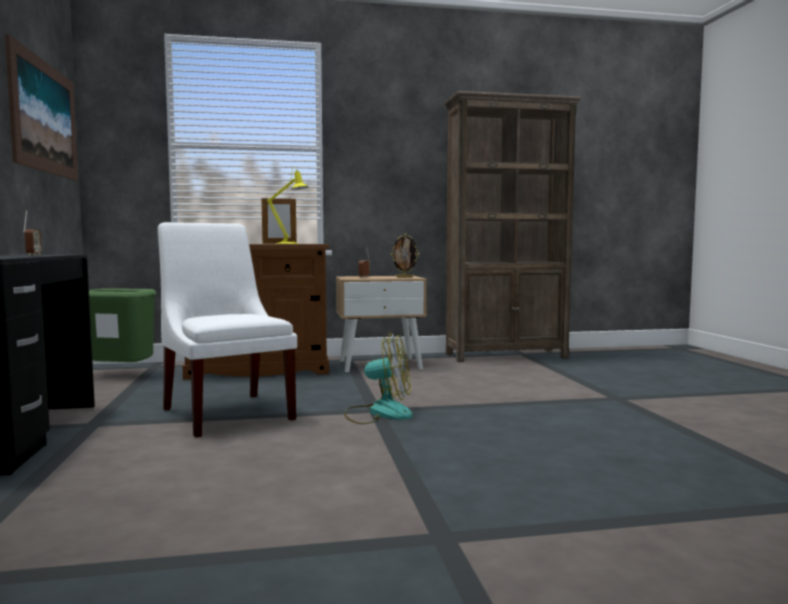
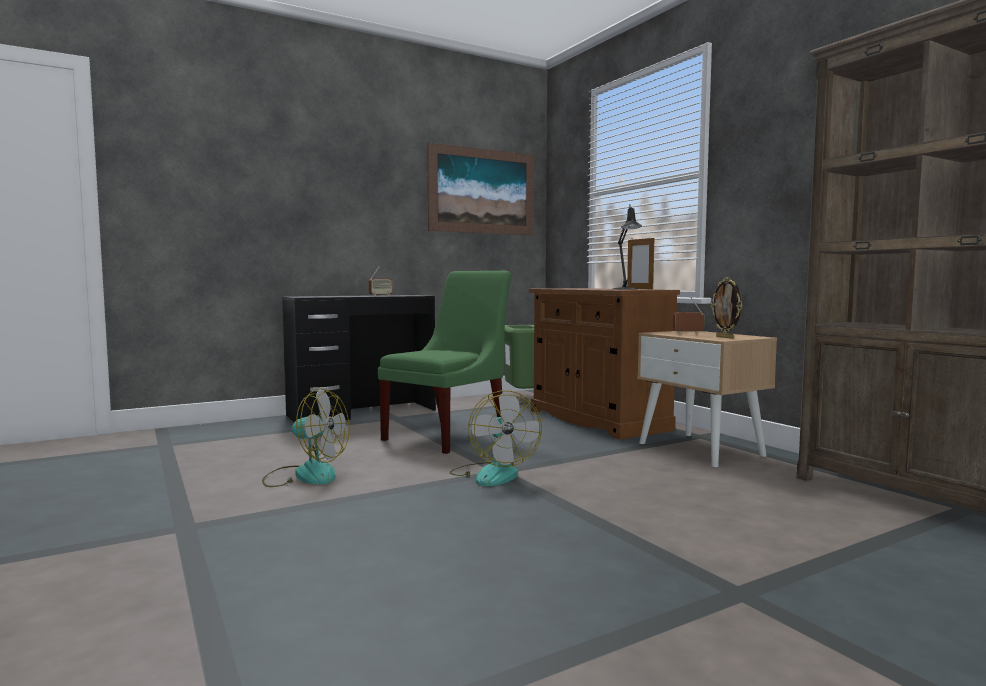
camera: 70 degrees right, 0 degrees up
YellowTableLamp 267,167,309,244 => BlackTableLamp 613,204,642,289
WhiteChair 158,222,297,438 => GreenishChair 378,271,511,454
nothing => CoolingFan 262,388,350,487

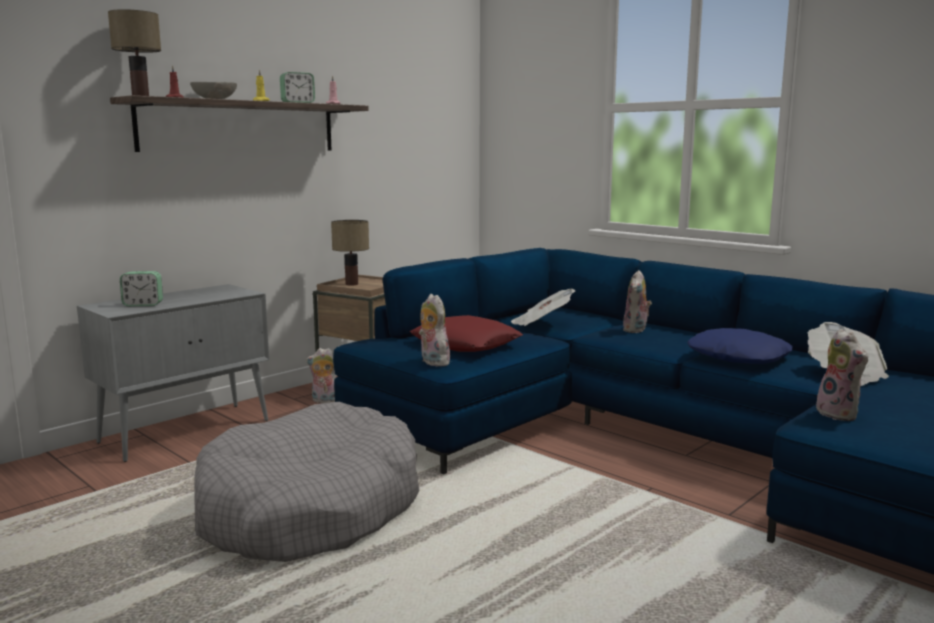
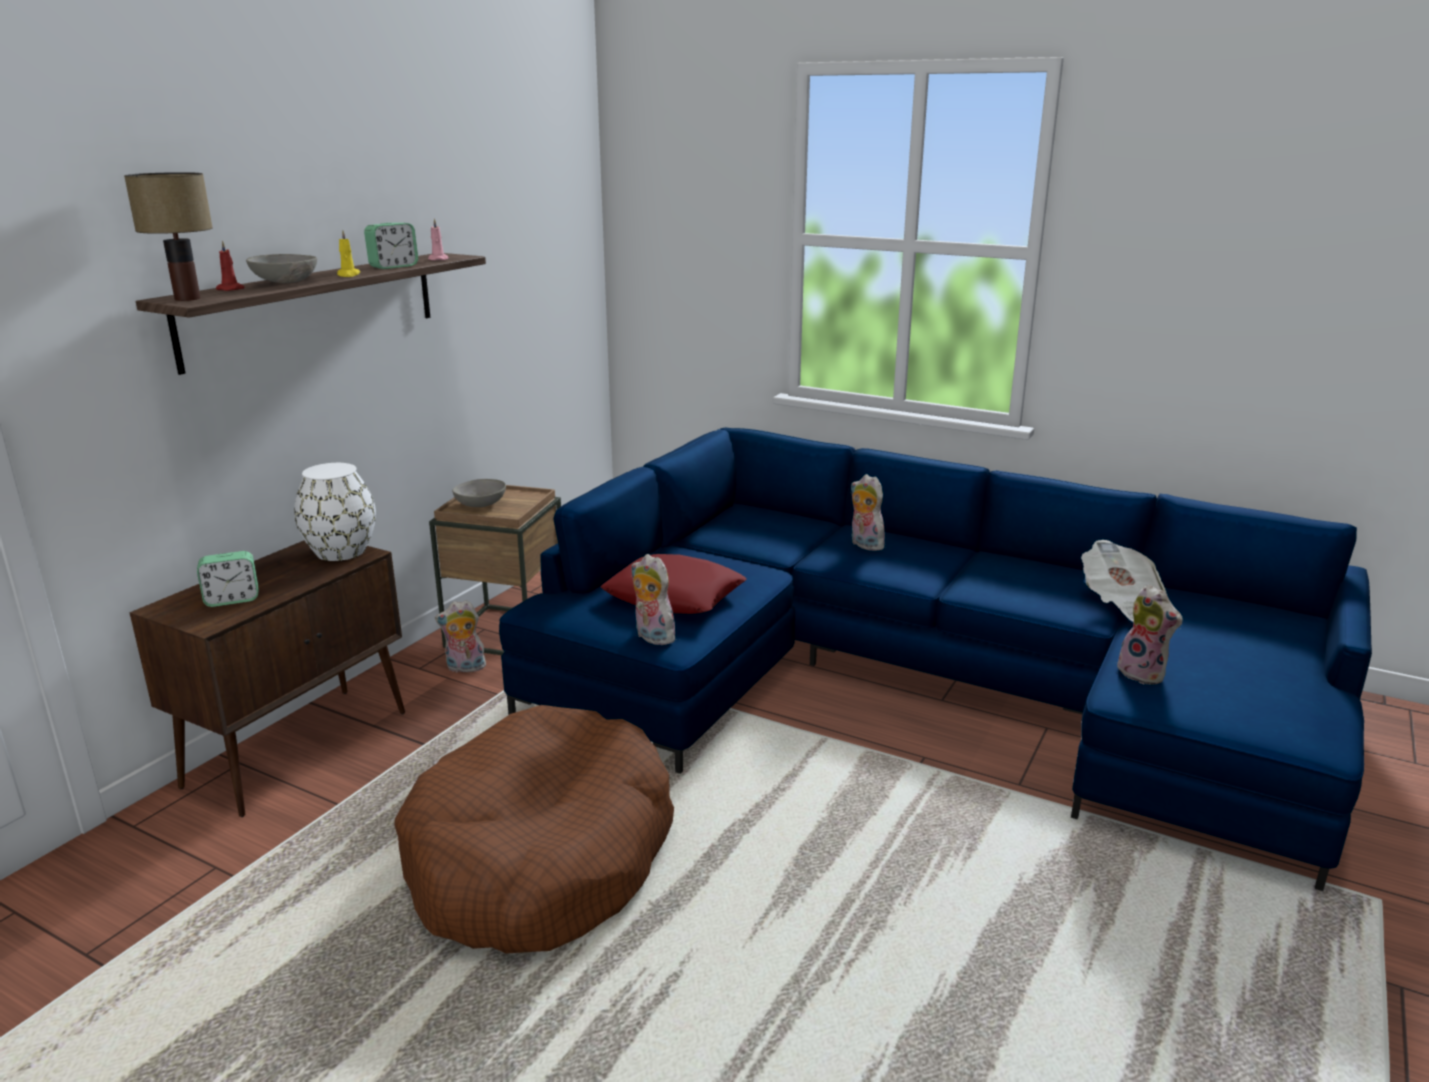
camera: 15 degrees left, 10 degrees up
TableLamp 331,220,369,286 => GreyishServingBowl 452,479,506,507
SoftToy 623,270,652,333 => SoftToy 850,474,885,551, 135 degrees clockwise
GreyishCabinet 77,284,269,462 => BrownCabinet 130,540,405,817
PrintedPaper 511,289,575,326 => nothing
BlueColouredPillow 687,328,793,364 => nothing
GreyishDogCushion 194,402,420,562 => BrownDogCushion 394,705,674,954
nothing => WhiteVase 294,463,376,561

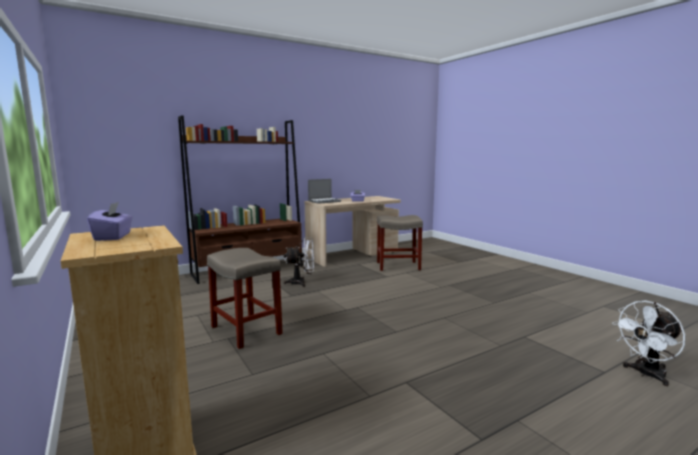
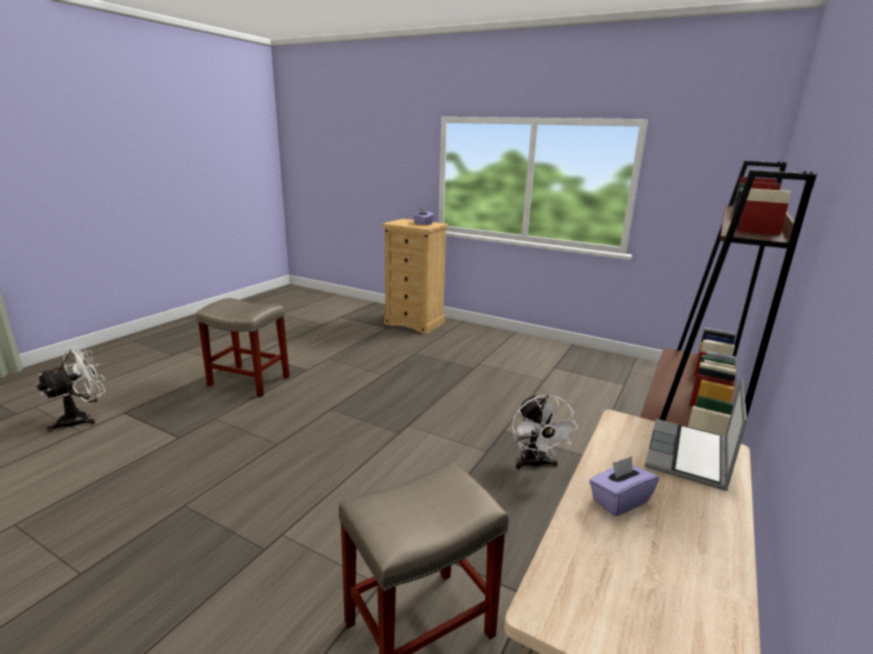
camera: 150 degrees right, 10 degrees up
WhiteCoolingFan 283,238,314,287 => WhiteCoolingFan 512,394,578,470, 60 degrees counterclockwise
SandColouredStoolSeat 207,248,283,349 => SandColouredStoolSeat 196,298,290,397, relocated

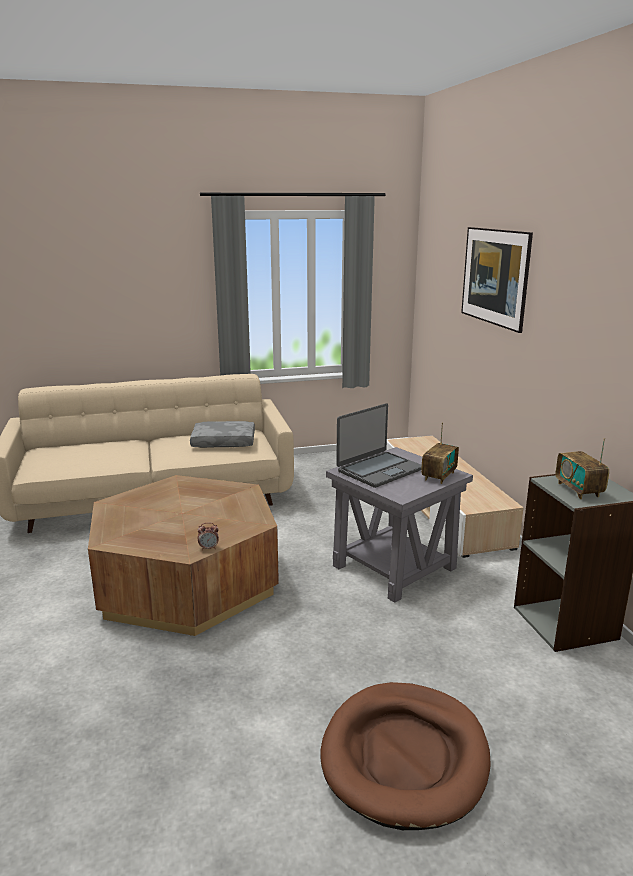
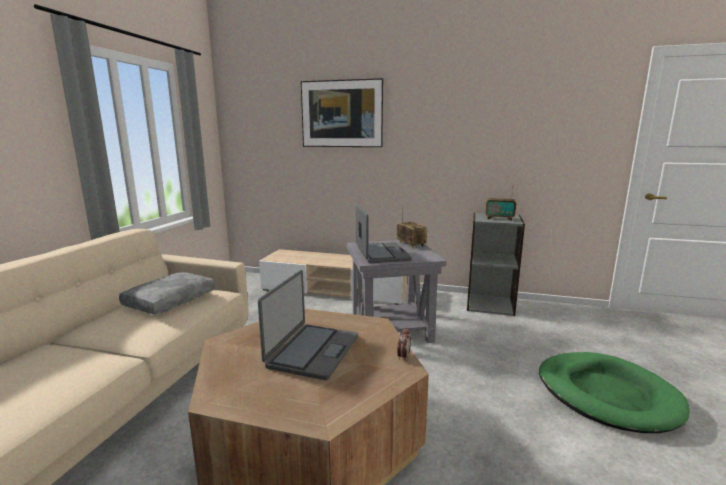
camera: 60 degrees left, 5 degrees down
BrownDogCushion 320,682,491,830 => GreenishDogCushion 539,352,690,433
nothing => Laptop 258,270,358,380

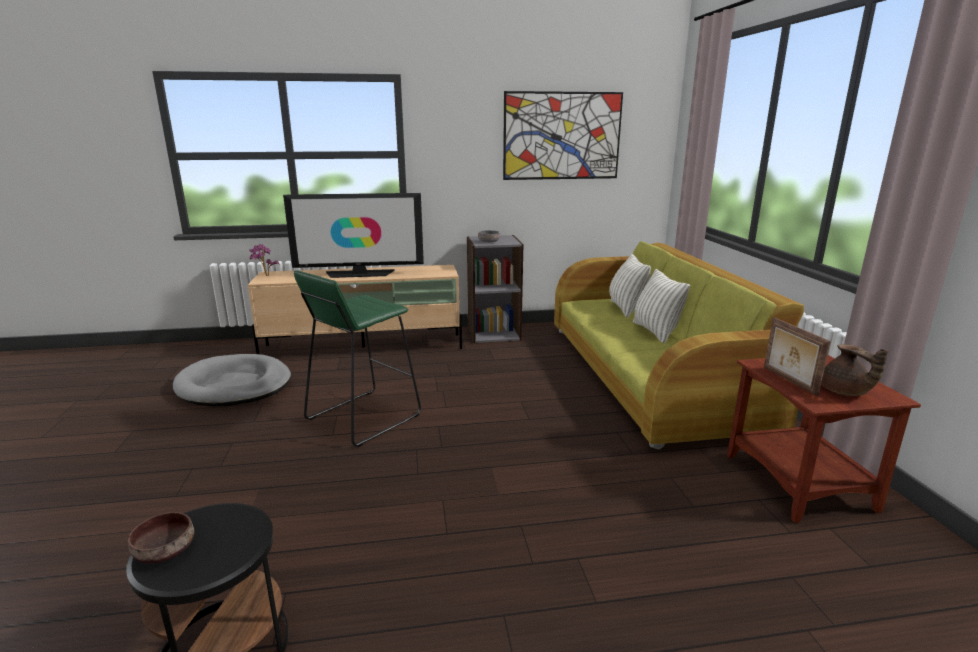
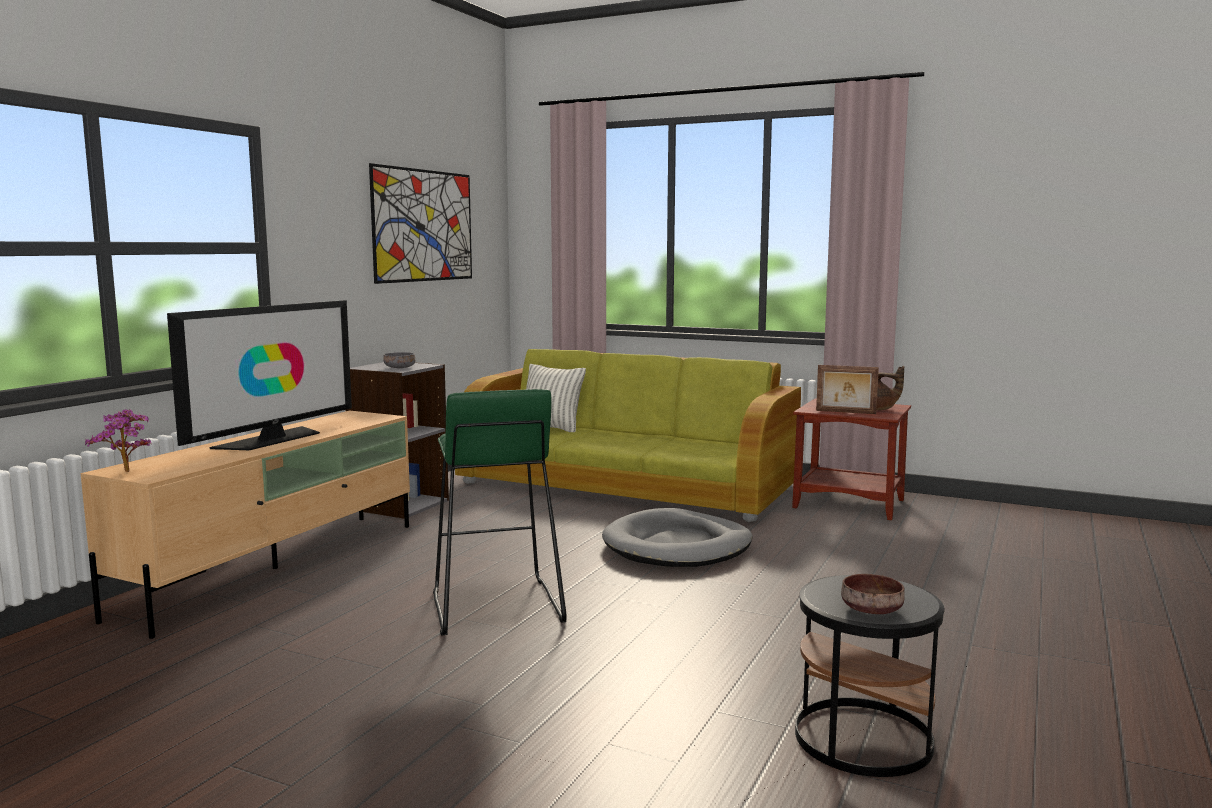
camera: 55 degrees left, 10 degrees down
Pillow 633,269,690,343 => nothing
GreyishDogCushion 173,354,291,406 => GreyishDogCushion 602,508,752,567, relocated

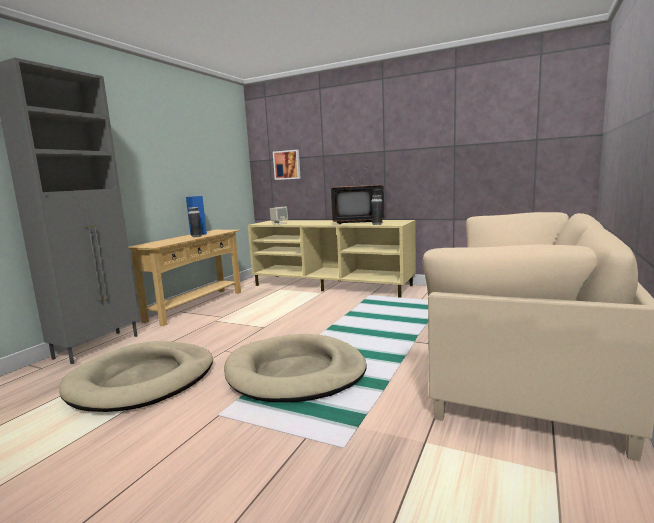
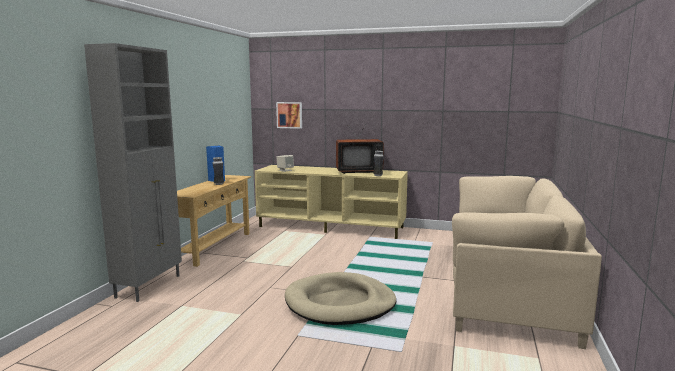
camera: 10 degrees left, 0 degrees up
SandColouredDogCushion 59,341,213,412 => nothing

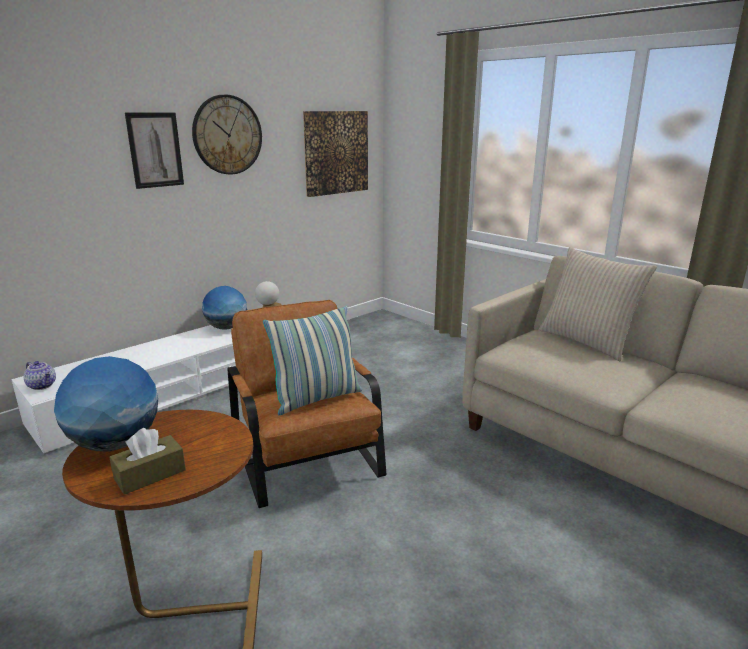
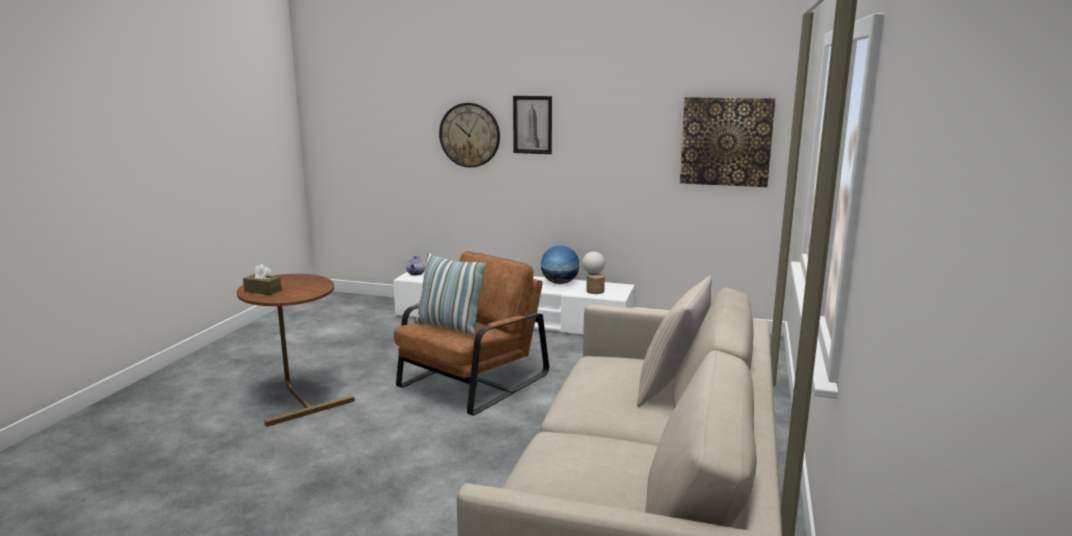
camera: 60 degrees right, 5 degrees down
HangingClock 192,95,262,175 => HangingClock 439,103,500,168, relocated
WorldGlobe 54,356,158,451 => nothing

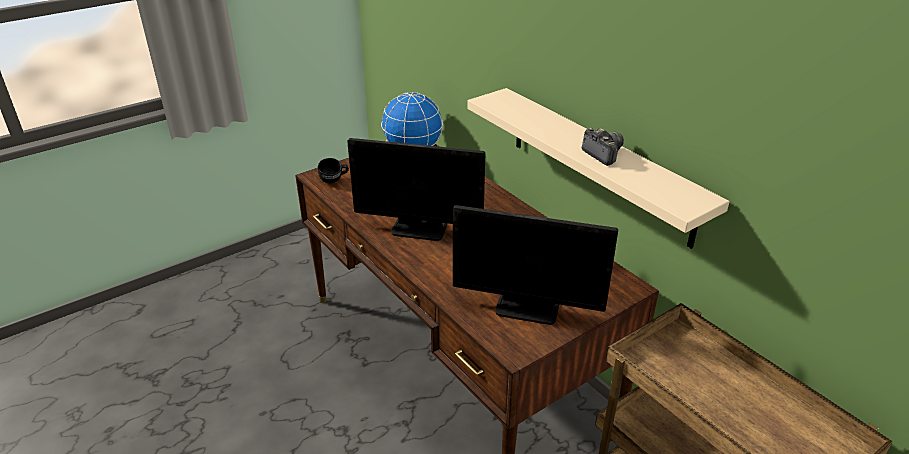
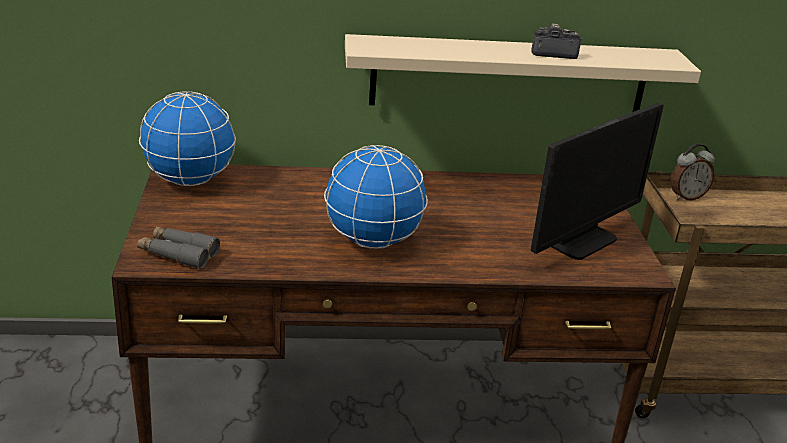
camera: 60 degrees left, 5 degrees down
ComputerScreen 347,138,485,241 => WorldGlobe 324,145,428,249
BlackMug 318,158,349,183 => GreyishBinoculars 137,226,220,269
nothing => BedsideClock 671,144,715,200

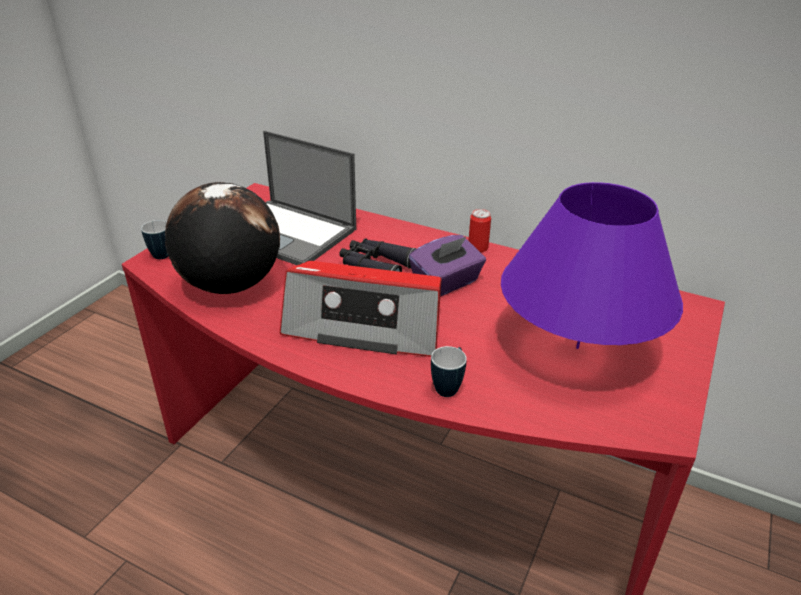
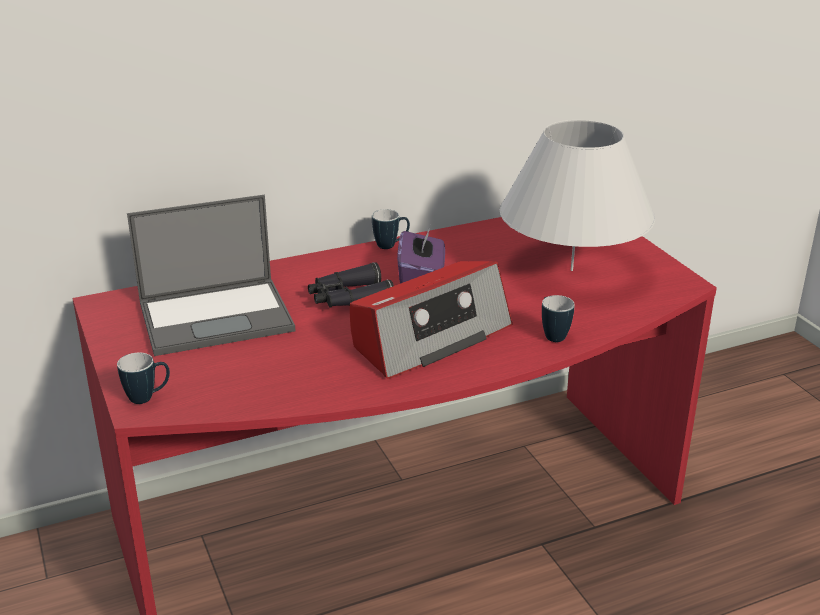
camera: 50 degrees left, 5 degrees down
WorldGlobe 165,182,280,294 => nothing
PurplishTableLamp 501,182,683,349 => WhiteTableLamp 500,120,655,271
MetalCan 468,209,491,252 => Mug 372,209,410,249

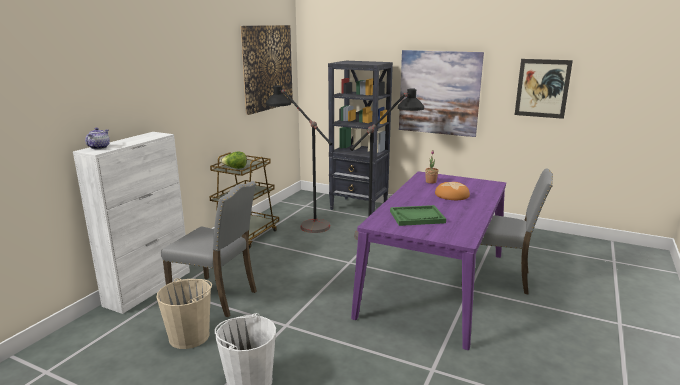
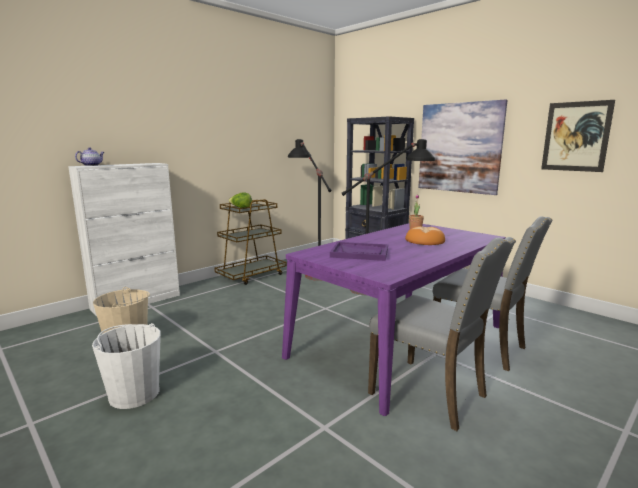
camera: 20 degrees right, 5 degrees down
WallArt 240,25,293,115 => nothing
GreyishChair 161,181,257,317 => GreyishChair 368,237,516,431, relocated
GreenishServingTray 390,205,446,226 => PurplishServingTray 330,242,388,261

